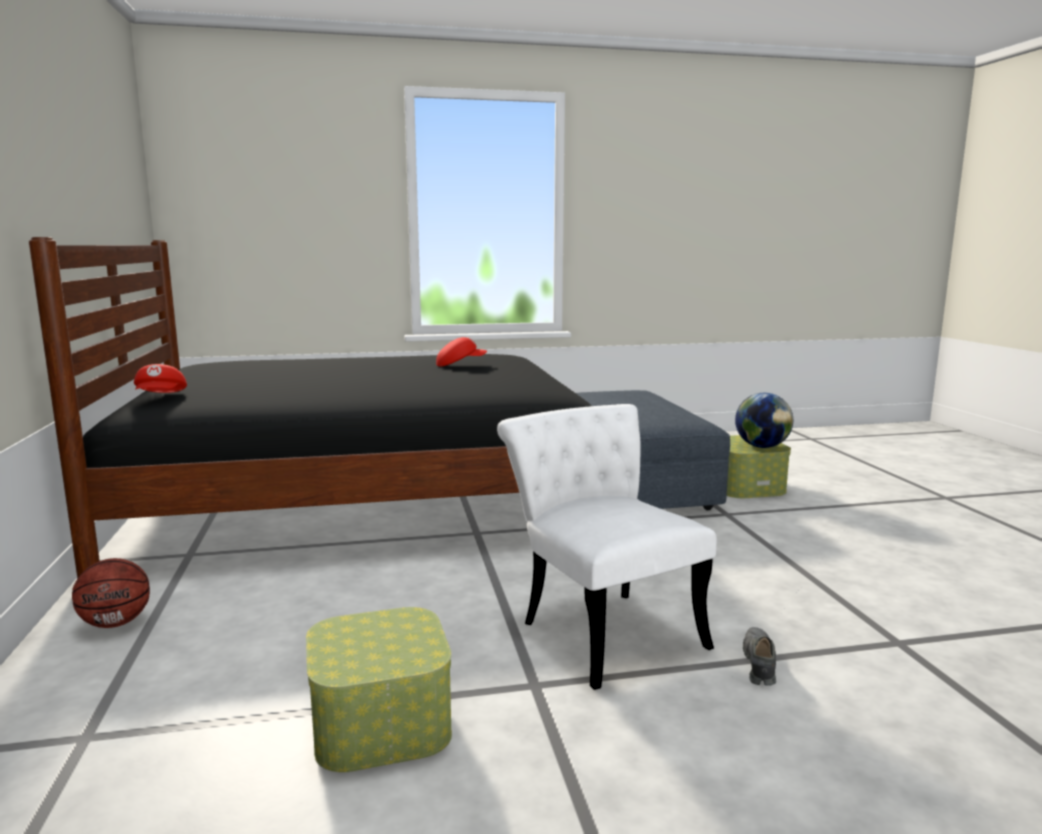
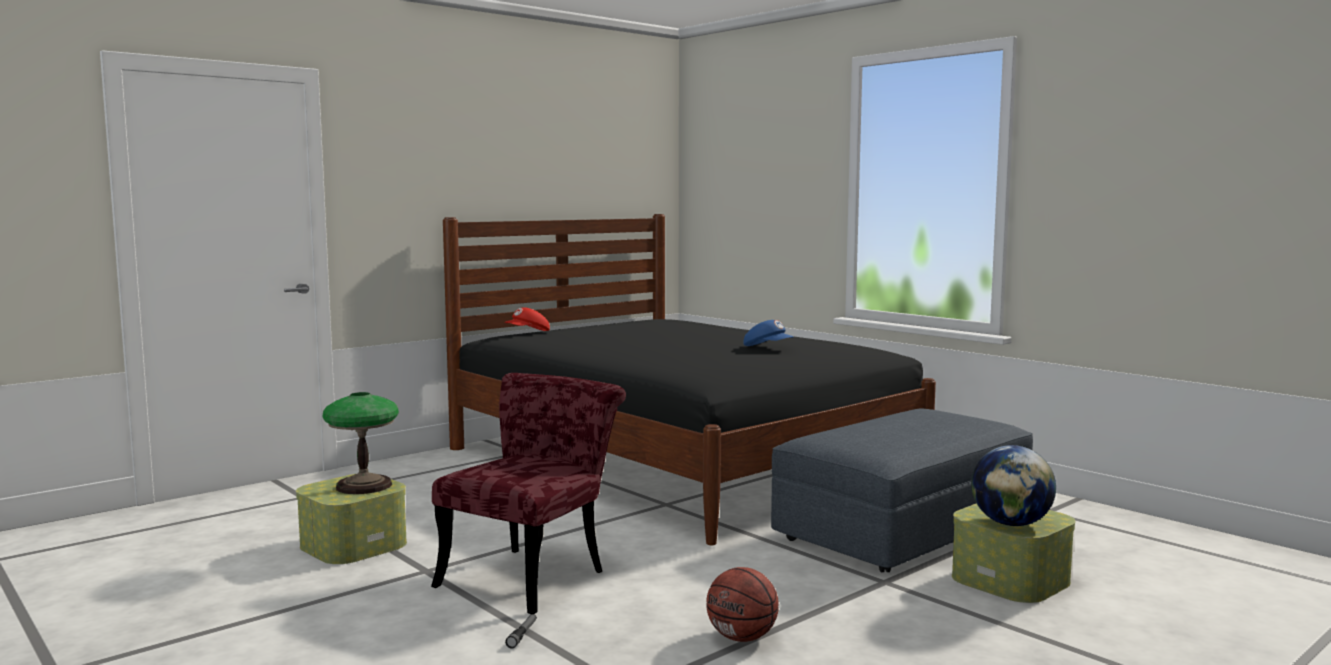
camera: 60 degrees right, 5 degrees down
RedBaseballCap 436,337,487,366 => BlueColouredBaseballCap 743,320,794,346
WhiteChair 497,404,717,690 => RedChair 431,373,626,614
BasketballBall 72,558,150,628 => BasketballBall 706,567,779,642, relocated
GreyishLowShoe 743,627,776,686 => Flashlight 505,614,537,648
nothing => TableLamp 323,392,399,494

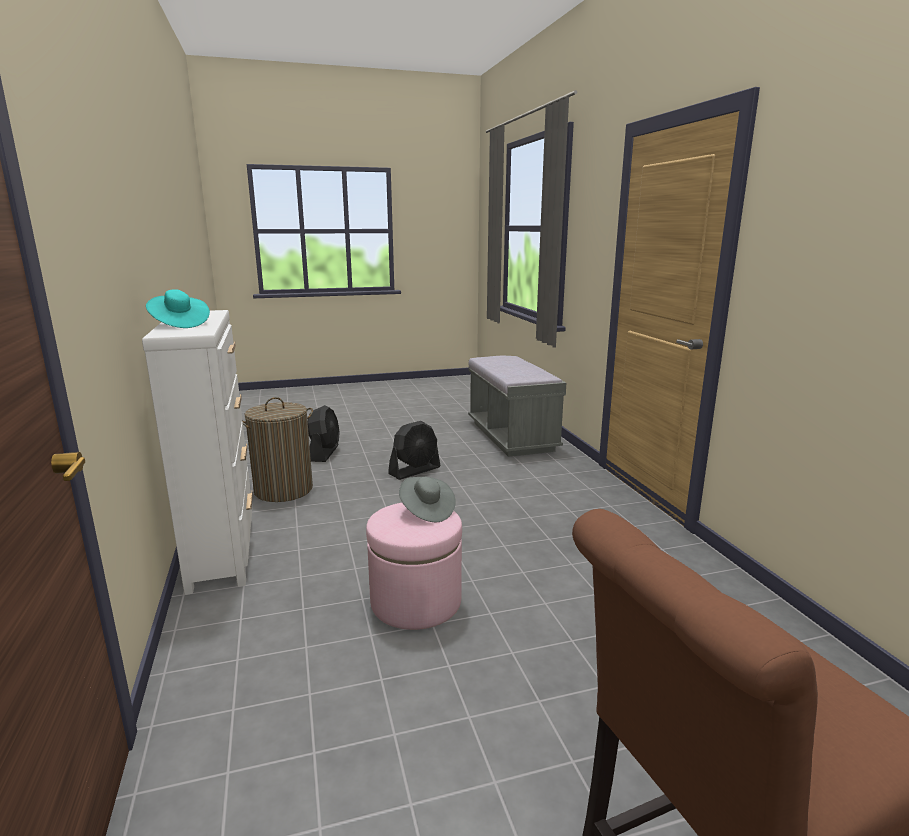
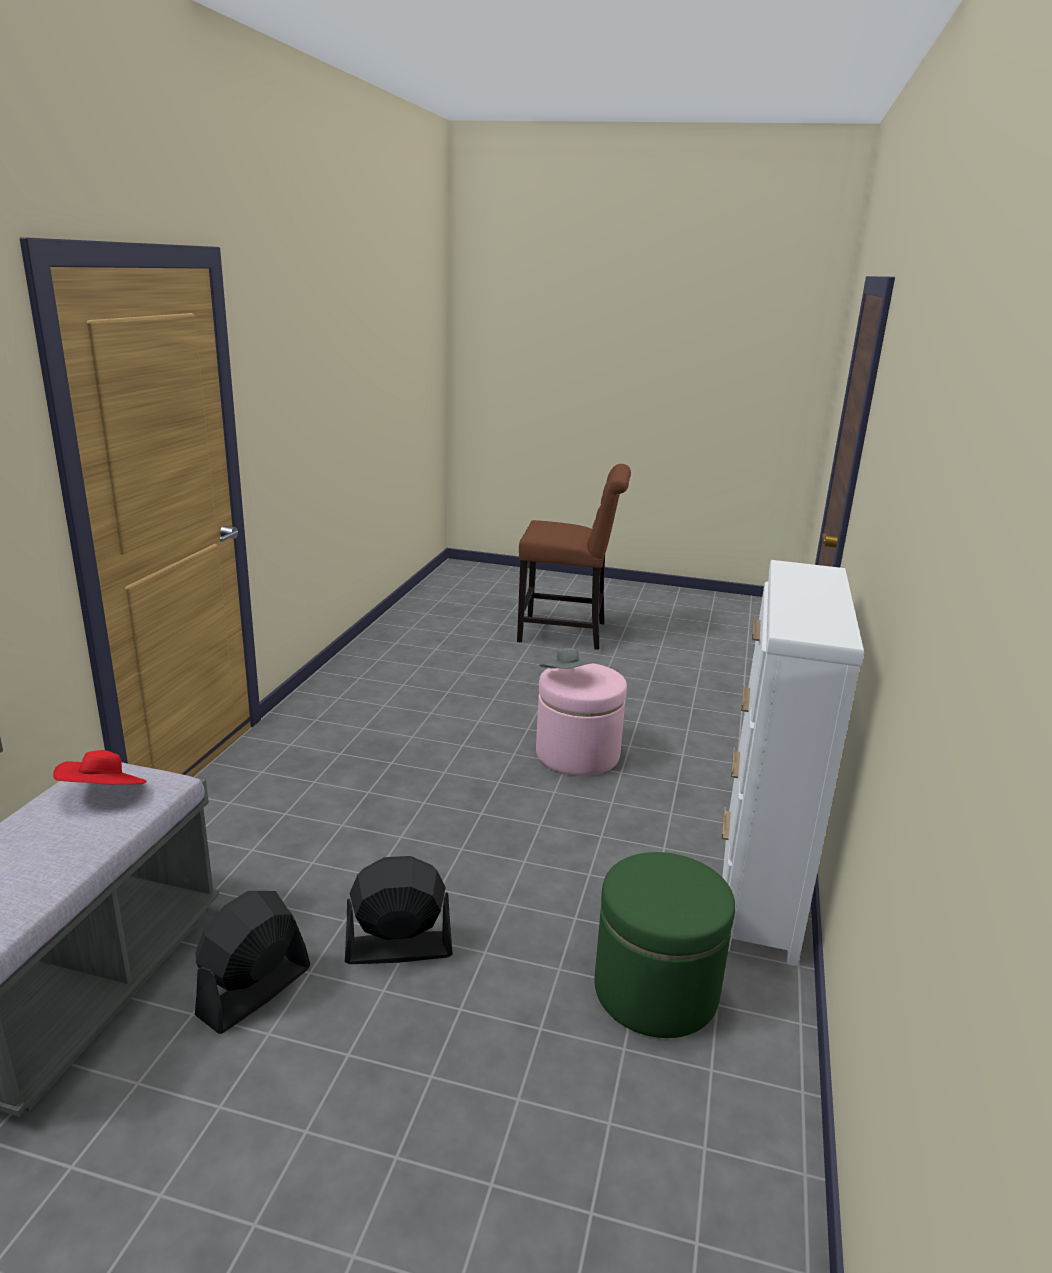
camera: 150 degrees left, 5 degrees up
TurquoiseClothingHat 146,289,210,328 => nothing
WashingBasket 242,397,313,502 => GreenishFootrest 594,852,735,1038
BlackCoolingFan 308,405,340,462 => BlackCoolingFan 195,891,310,1034, relocated
nothing => RedClothingHat 53,750,146,785

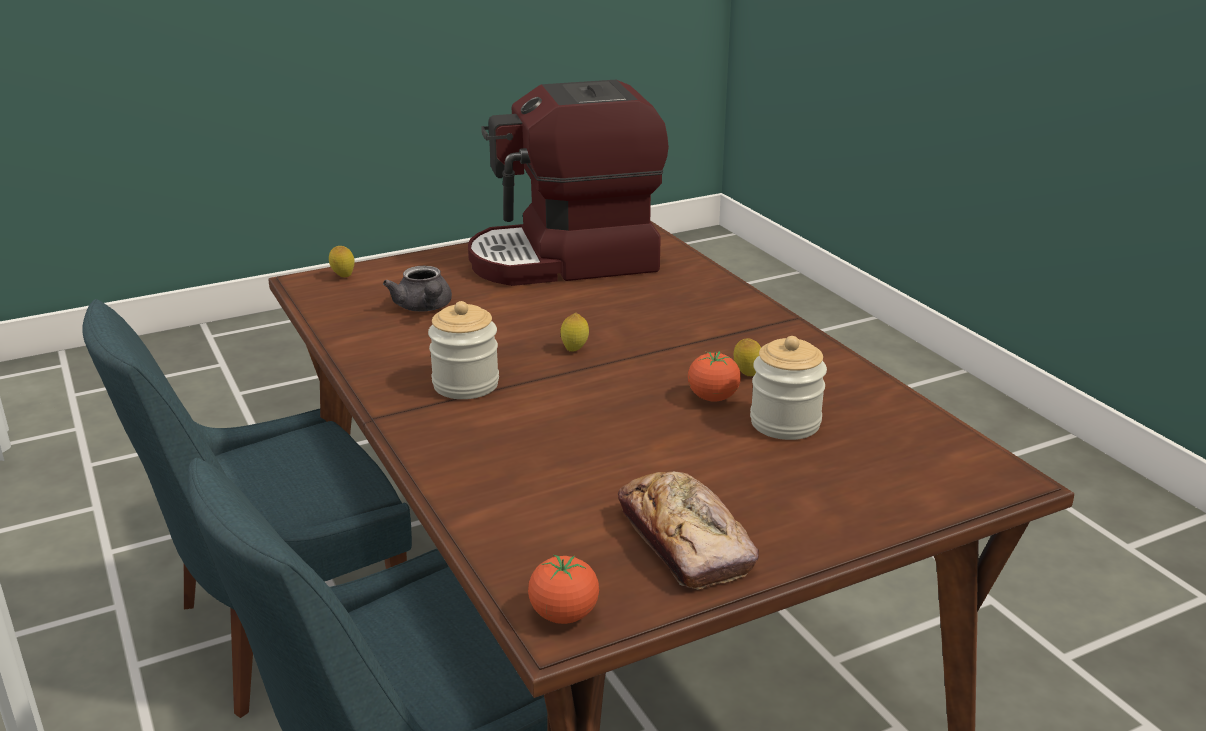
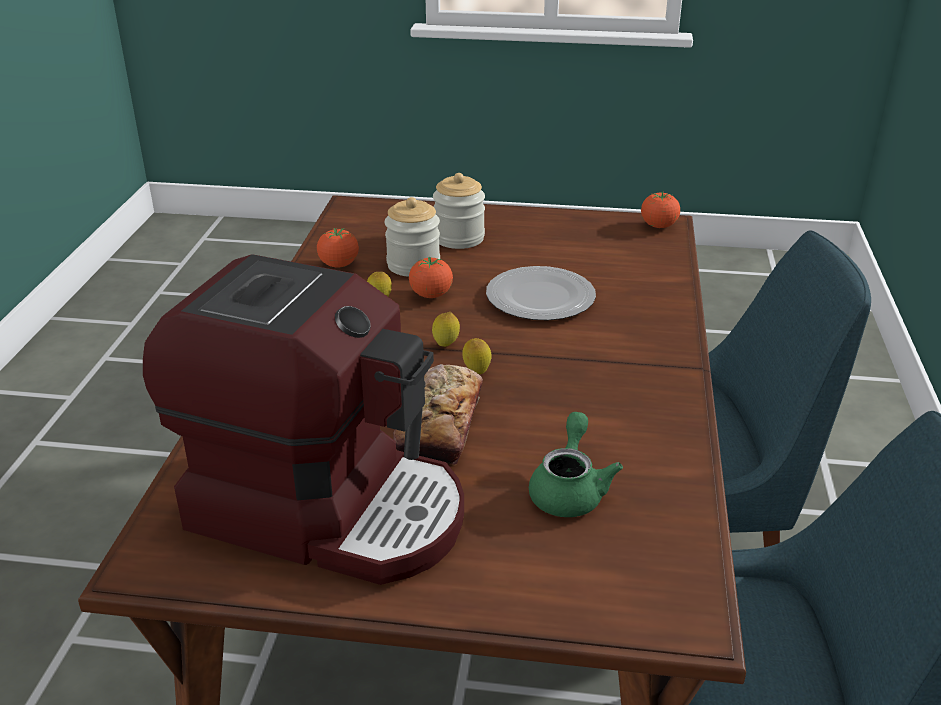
camera: 145 degrees left, 5 degrees up
CitrusFruit 329,246,355,278 => CitrusFruit 432,312,460,347, relocated
GreyishTeapot 383,266,452,311 => GreenishTeapot 529,412,623,517
StorageJar 428,301,499,399 => StorageJar 433,173,485,249, relocated
BakedBread 618,471,759,590 => BakedBread 393,364,483,466, relocated
nothing => FreshTomato 317,228,359,268
nothing => Plate 486,266,596,320

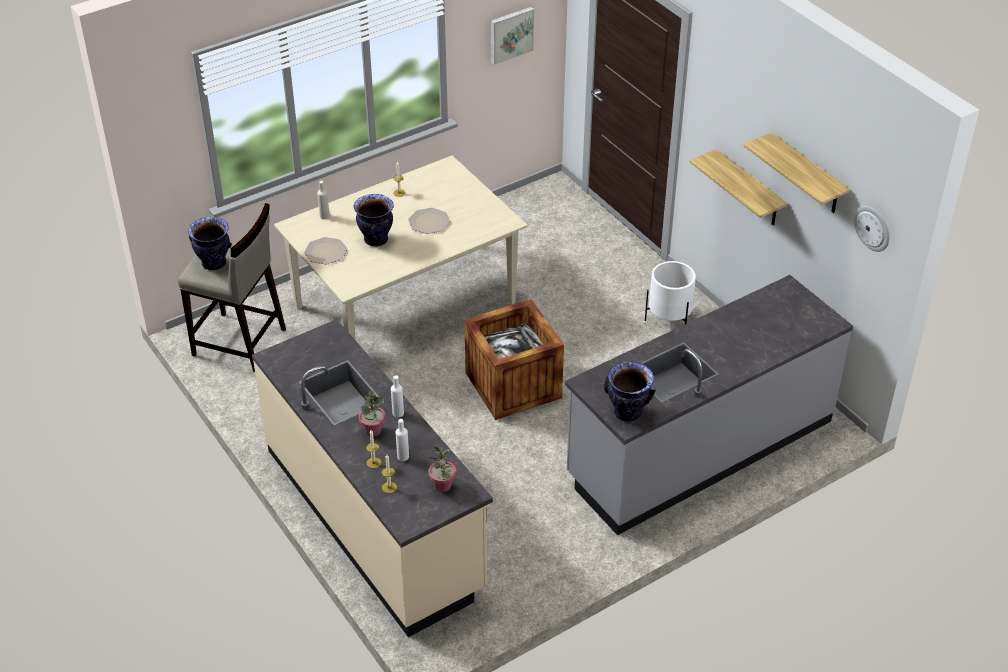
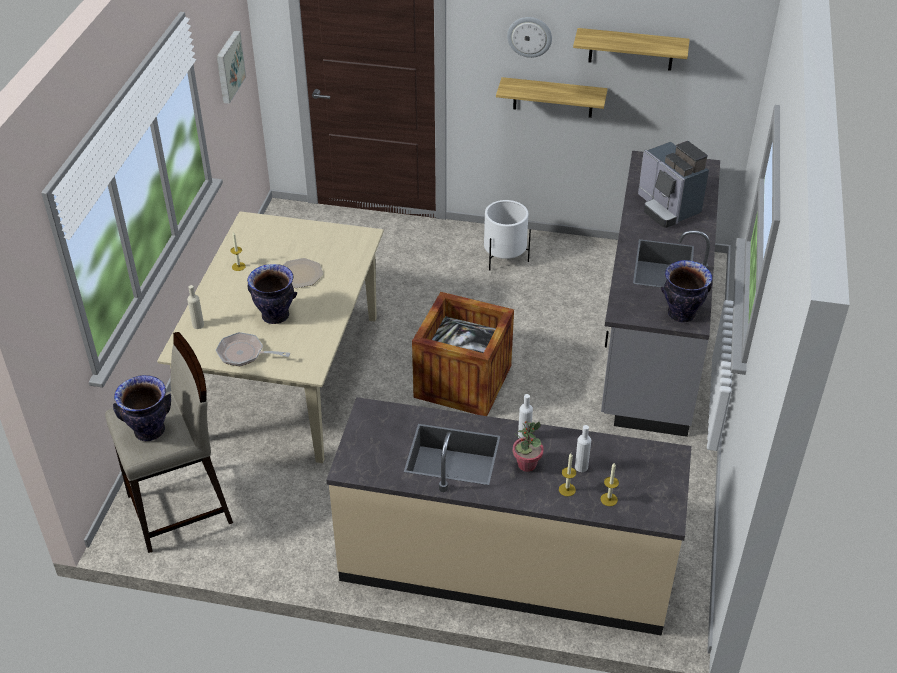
camera: 45 degrees left, 0 degrees up
HangingClock 854,206,890,252 => HangingClock 507,17,552,58, relocated
Plate 304,237,347,264 => Pan 216,332,290,366
PottedPlant 428,446,456,492 => nothing
nothing => CoffeeMachine 638,141,709,228

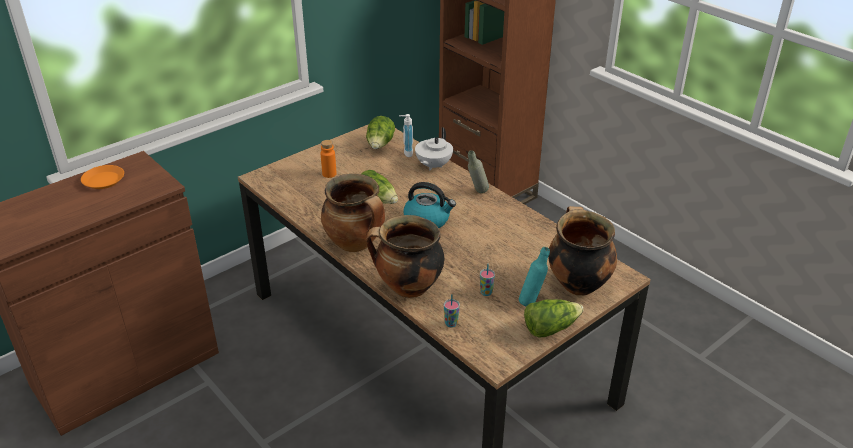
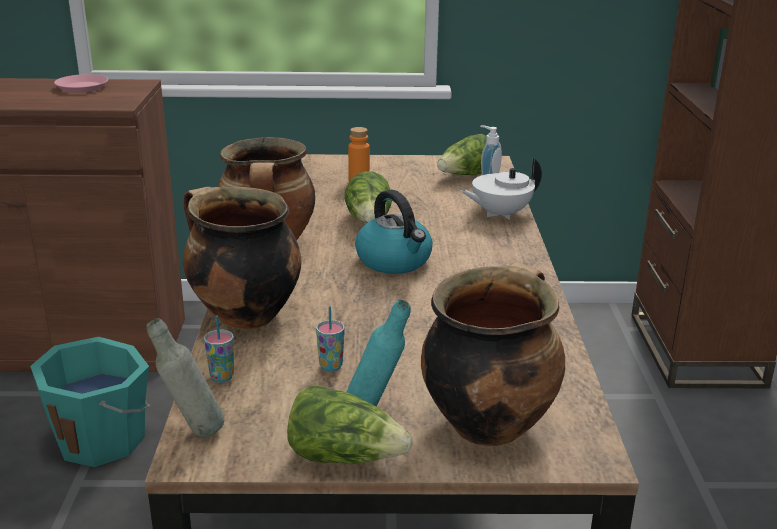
camera: 40 degrees right, 10 degrees down
GreyishBottle 468,150,489,193 => GreyishBottle 147,318,224,438, relocated
OrangePlate 81,165,124,189 => PinkColouredPlate 54,74,108,93
nothing => TurquoiseWaterBucket 30,337,151,467

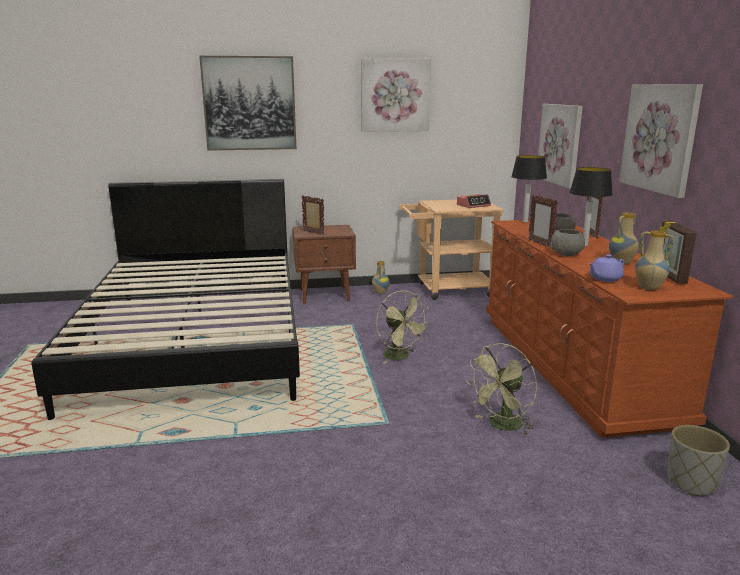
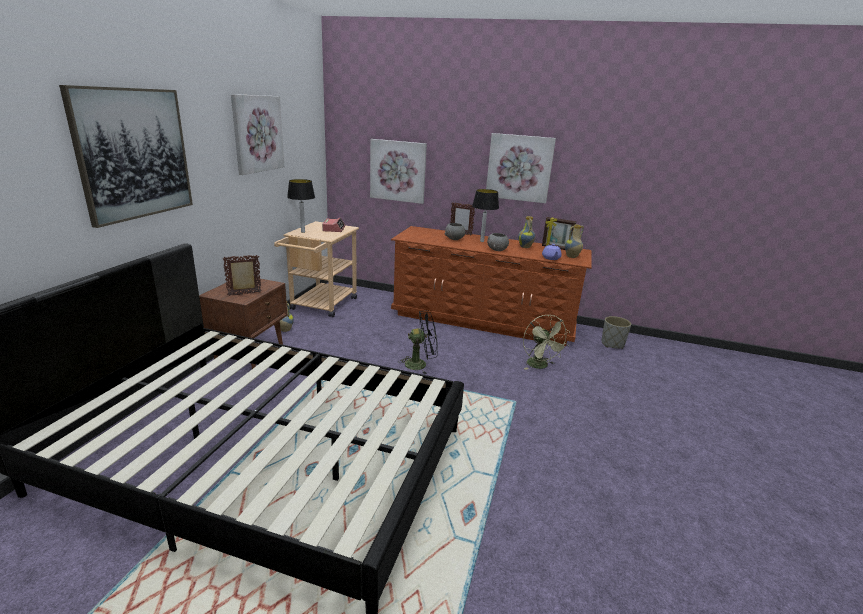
camera: 65 degrees left, 5 degrees up
TableLamp 511,155,547,223 => TableLamp 287,179,315,233, relocated
PictureFrame 528,195,558,247 => nothing
GreenishCoolingFan 376,291,430,364 => BlackCoolingFan 398,310,438,374

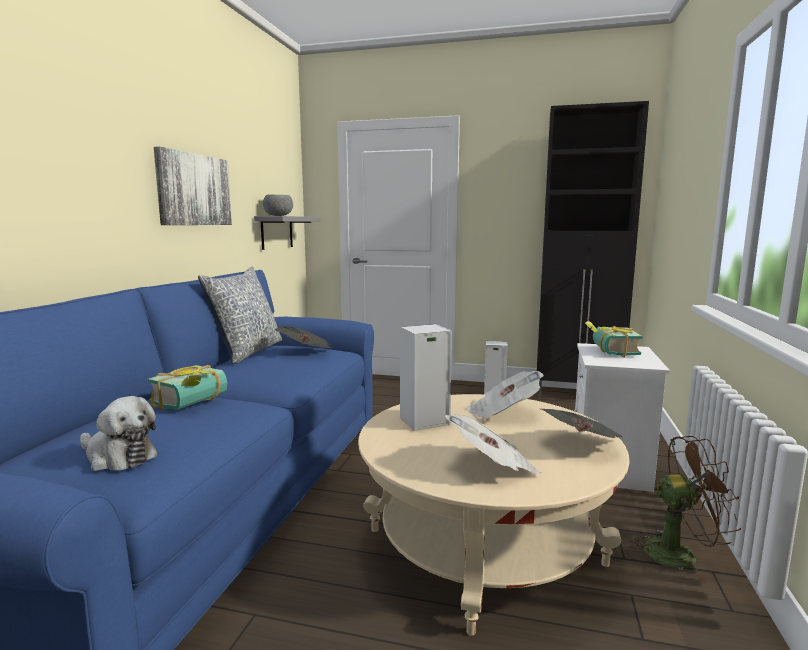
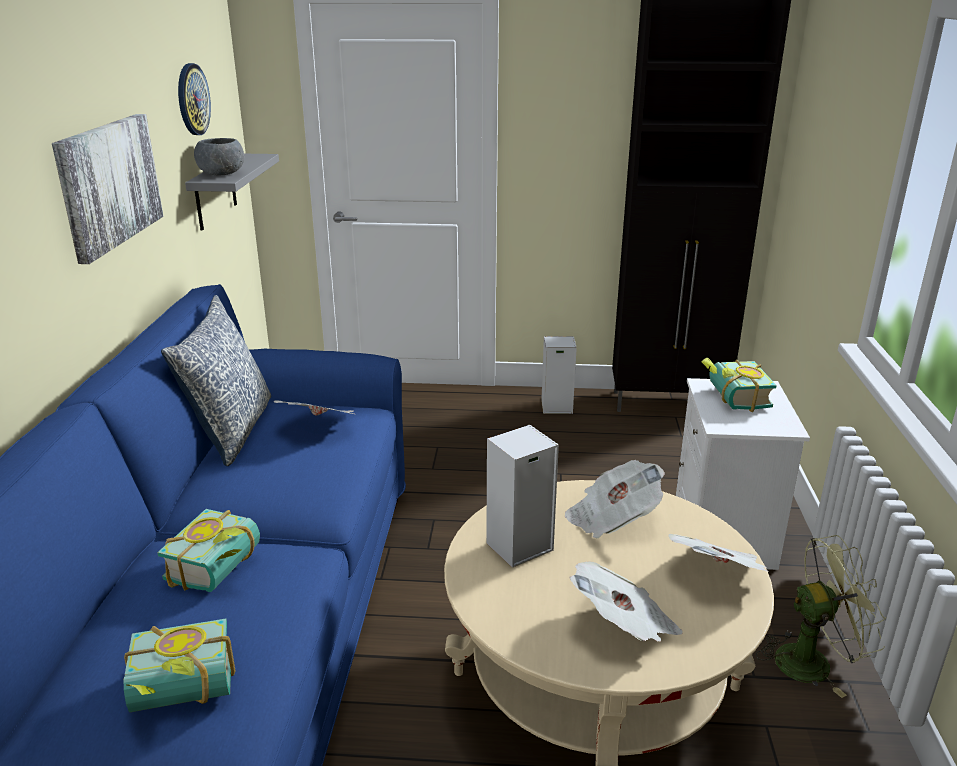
camera: 10 degrees left, 15 degrees up
SoftToy 80,396,158,471 => BoundBook 124,619,235,712
BrownCoolingFan 627,436,741,582 => GreenishCoolingFan 756,535,886,698
nothing => HangingClock 178,63,211,135

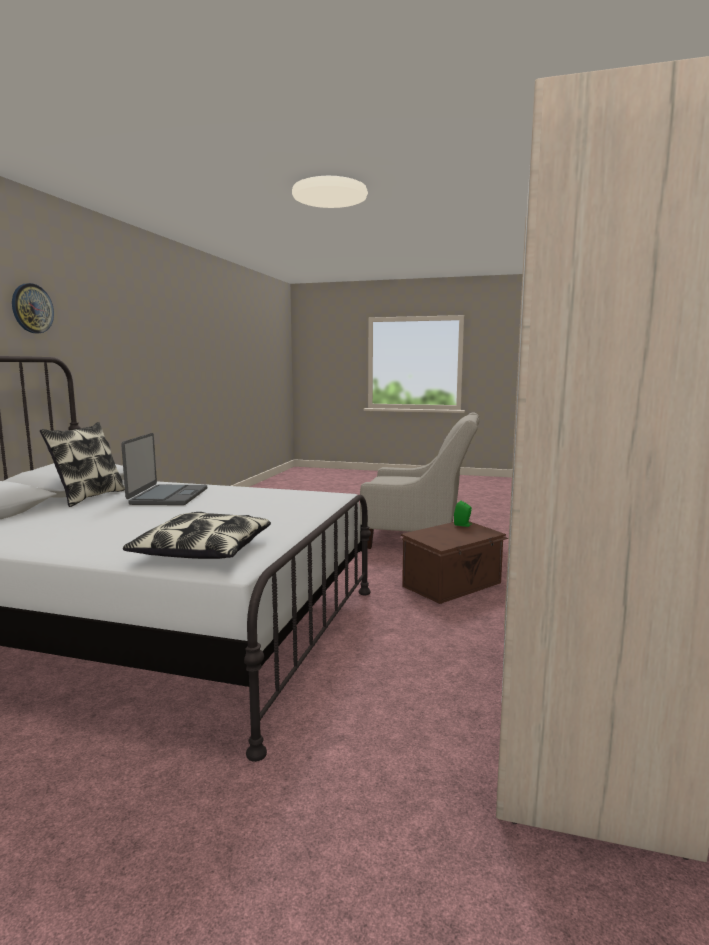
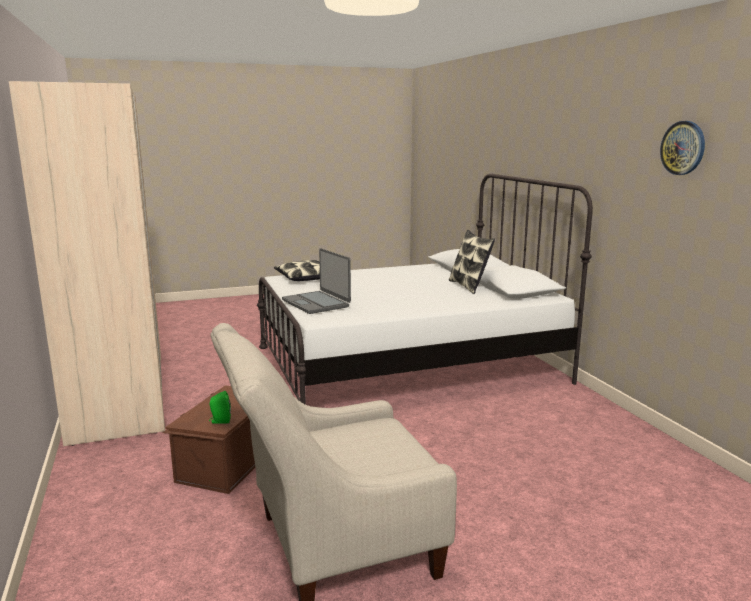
camera: 145 degrees right, 5 degrees up
HangingClock 12,283,54,333 => HangingClock 660,121,705,175, relocated
Laptop 121,433,207,505 => Laptop 282,248,351,314, relocated

